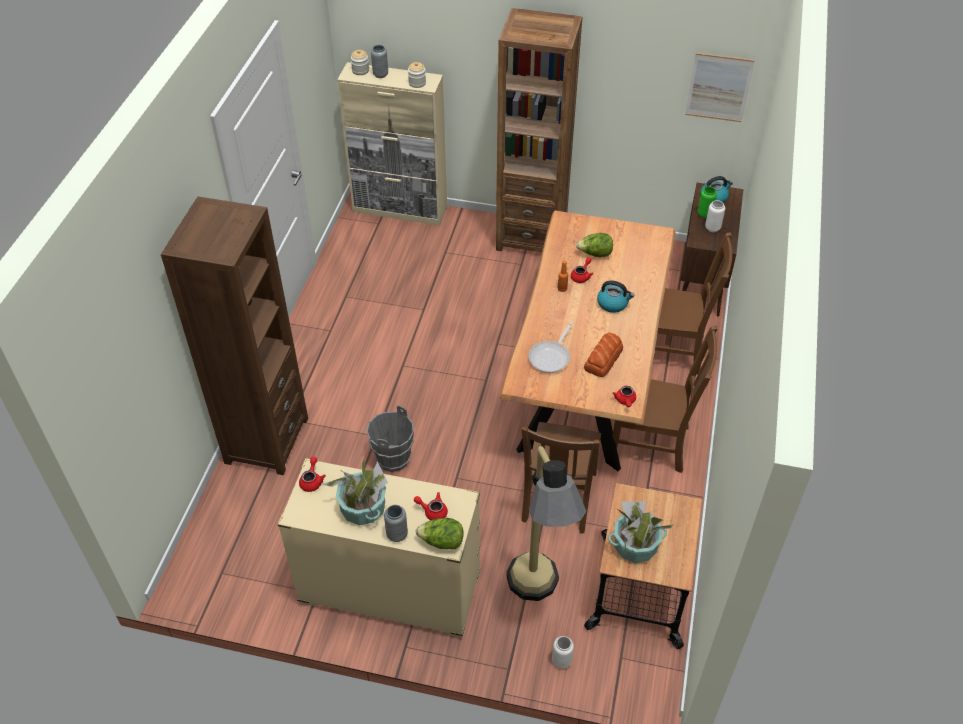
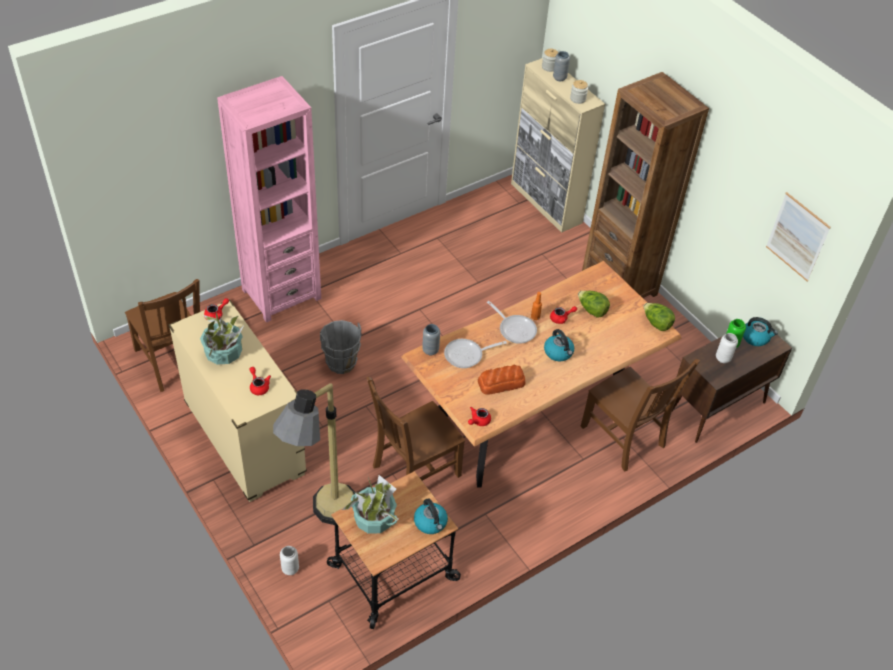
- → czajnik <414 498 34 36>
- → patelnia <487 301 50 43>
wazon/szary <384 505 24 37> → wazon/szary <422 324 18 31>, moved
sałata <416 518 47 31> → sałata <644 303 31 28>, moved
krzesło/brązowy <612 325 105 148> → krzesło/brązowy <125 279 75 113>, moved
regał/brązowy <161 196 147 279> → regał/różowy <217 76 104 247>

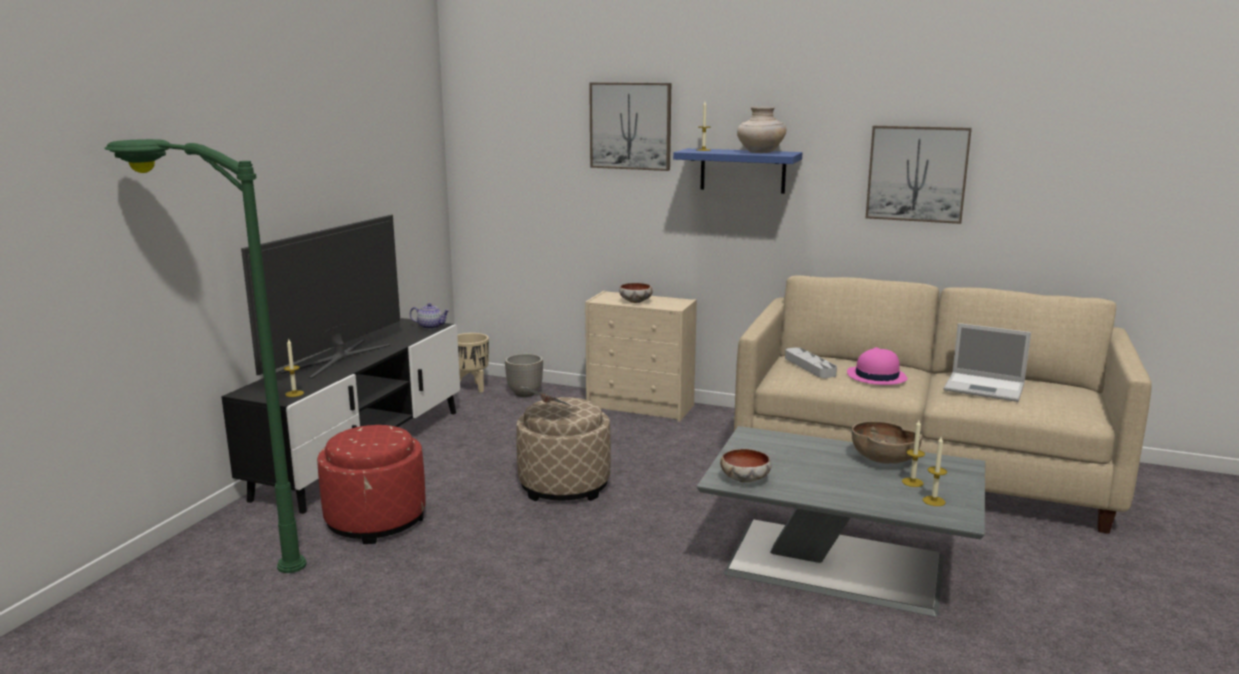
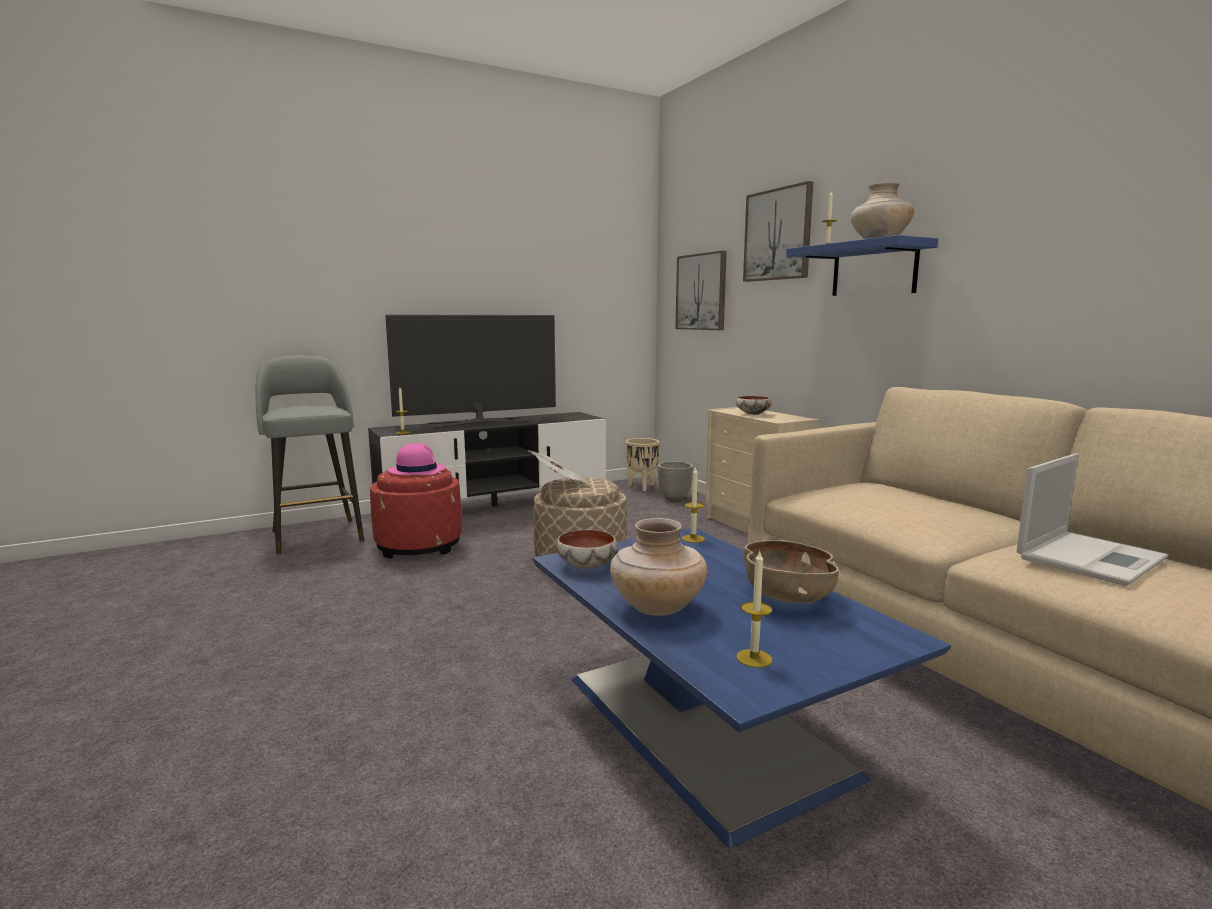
imbryk <410 303 40 26> → -
taca/szary <785 347 52 31> → -
- → wazon/beżowy <610 518 97 98>
kapelusz/różowy <847 347 61 38> → kapelusz/różowy <388 443 57 32>, moved
obraz <866 126 106 98> → obraz <675 251 52 79>, moved
świeca <902 420 23 67> → świeca <682 467 23 76>, moved
lampa stojąca/zielony <104 139 202 434> → stołek/szary <255 355 109 200>
ława/szary <697 426 288 191> → ława/niebieski <533 528 418 320>
laptop <944 323 87 79> → laptop <1016 453 152 133>, 105 degrees counterclockwise

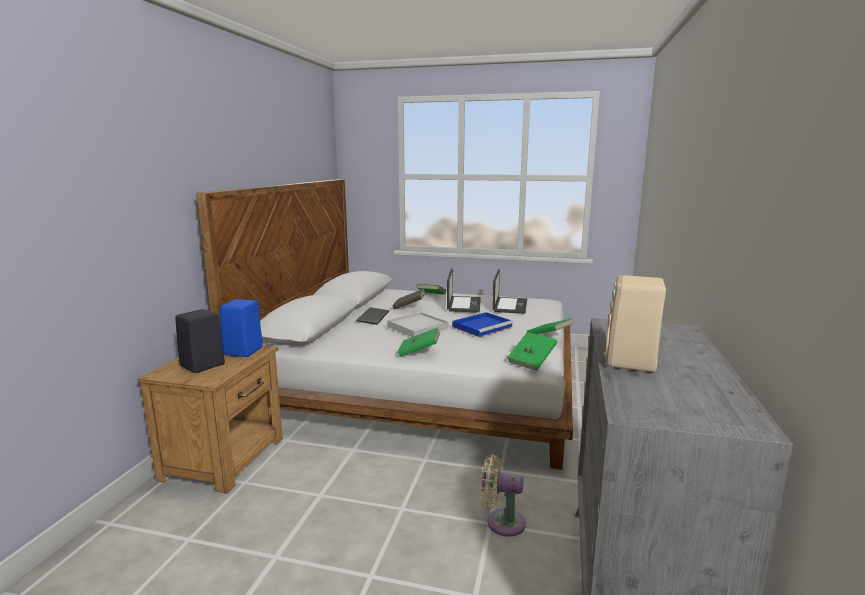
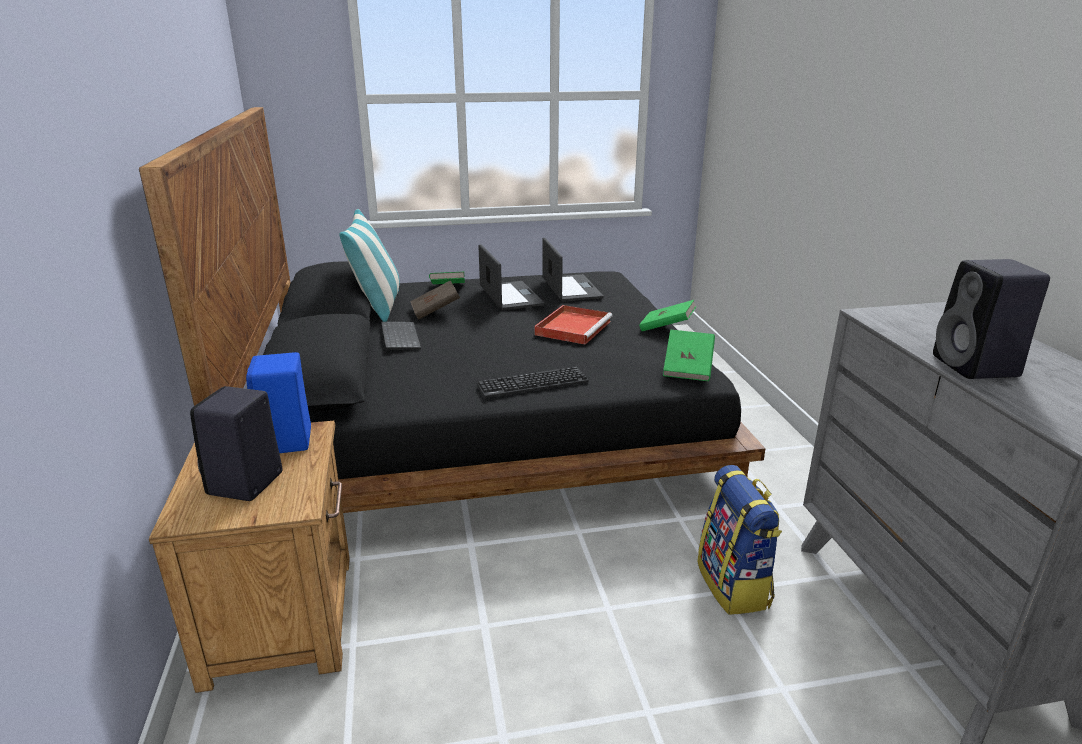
taca/biały <387 312 62 25> → -
- → poduszka <339 209 61 113>
książka/zielony <398 327 42 30> → klawiatura <477 367 112 31>
wentylator/beżowy <481 454 45 83> → plecak <697 465 85 150>
łóżko/biały <196 179 377 291> → łóżko/czarny <139 107 627 406>
taca/niebieski <452 312 62 25> → taca/czerwony <534 305 79 40>
głośnik/beżowy <605 275 61 97> → głośnik/czarny <933 259 117 120>

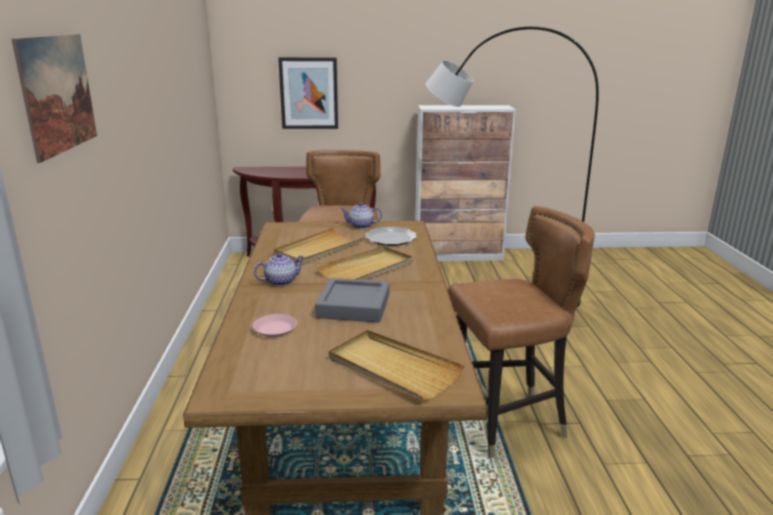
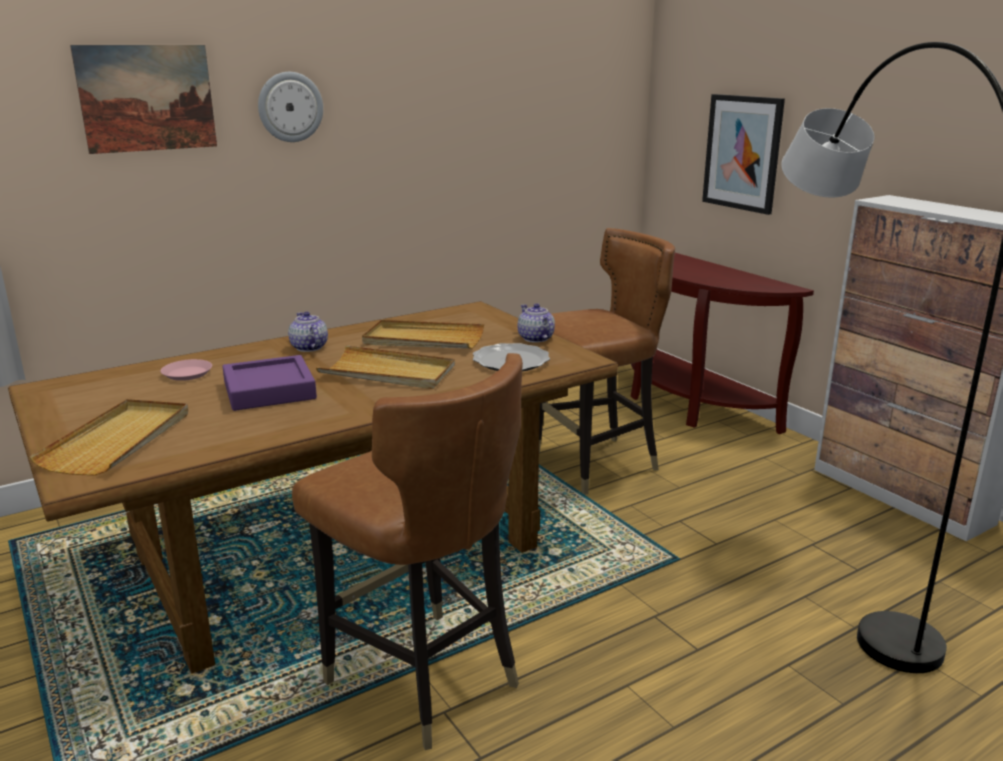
- → zegar ścienny <258 72 65 70>
taca/szary <315 278 75 45> → taca/fioletowy <222 355 95 56>
imbryk <254 253 51 33> → imbryk <288 311 40 41>, 150 degrees counterclockwise

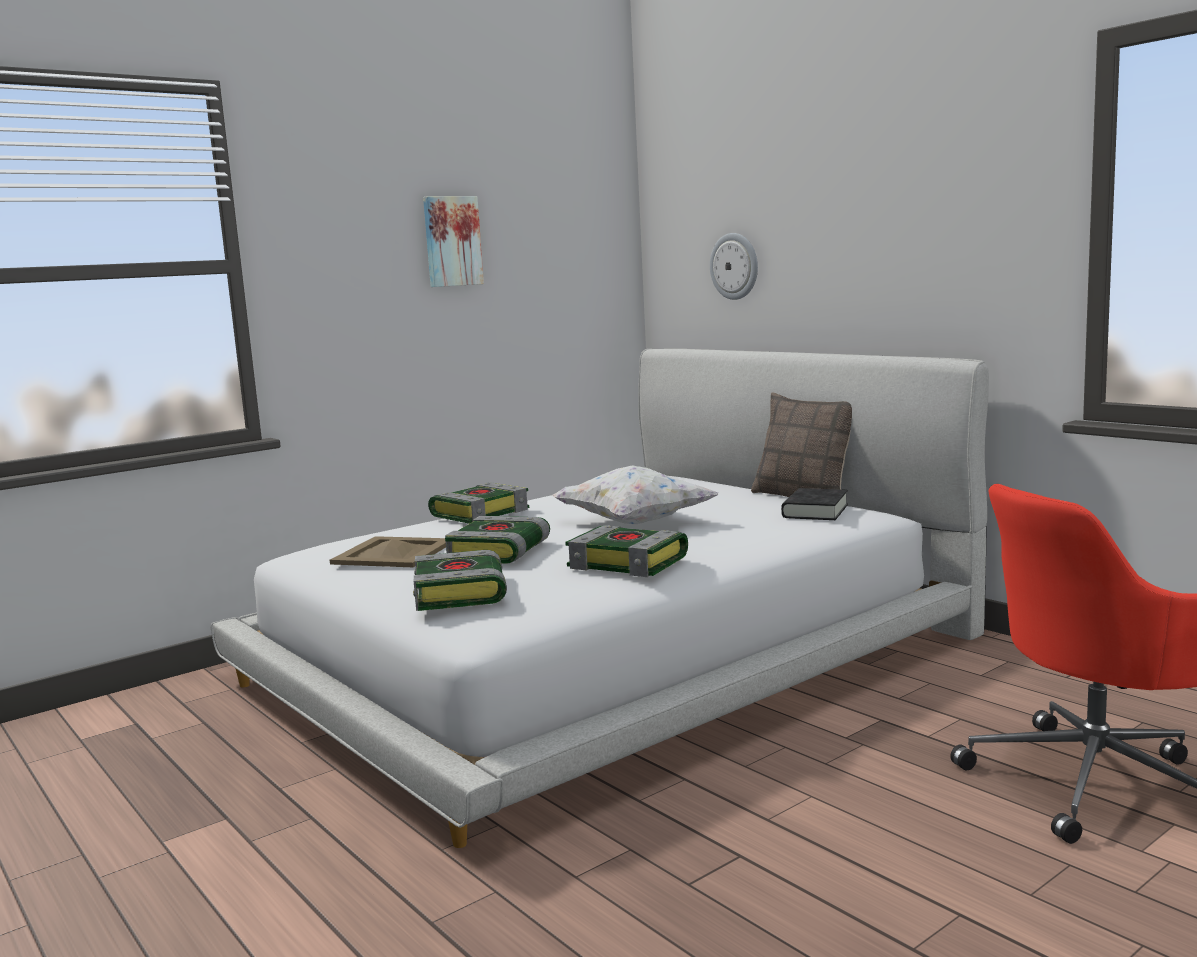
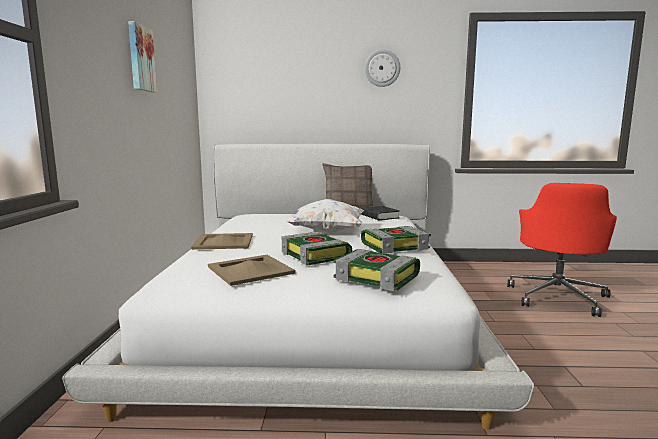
zegar ścienny <710 233 48 67> → zegar ścienny <365 49 35 38>, moved
książka <428 483 101 41> → taca/beżowy <191 233 62 17>

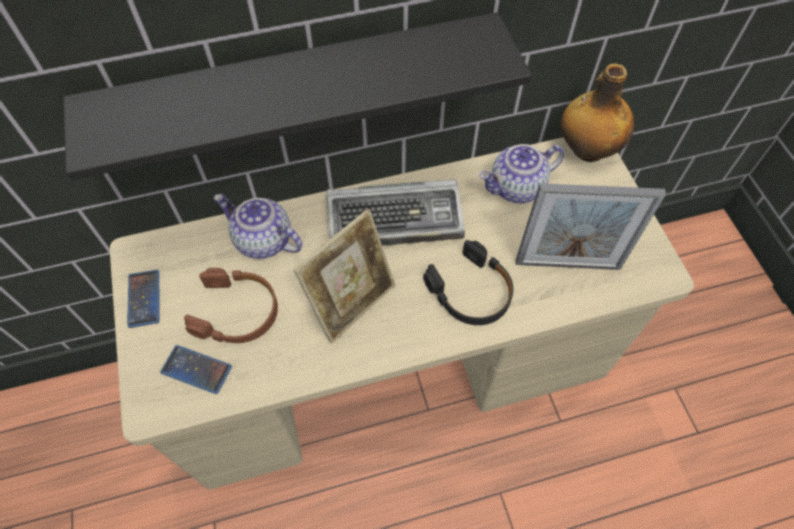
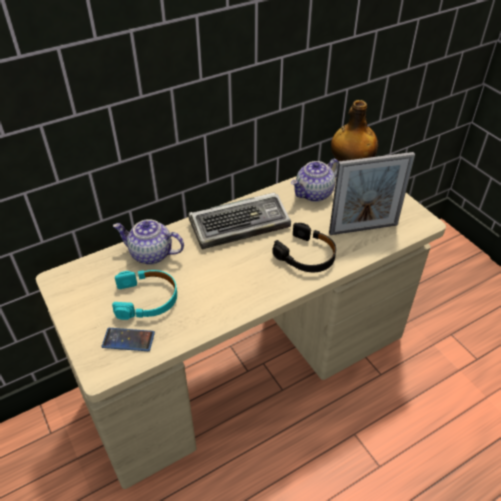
półka/czarny <63 12 469 168> → -
telefon <127 270 33 58> → -
ramka na zdjęcie <294 209 101 135> → -
słuchawki/brązowy <184 268 94 75> → słuchawki/turkusowy <112 270 65 50>

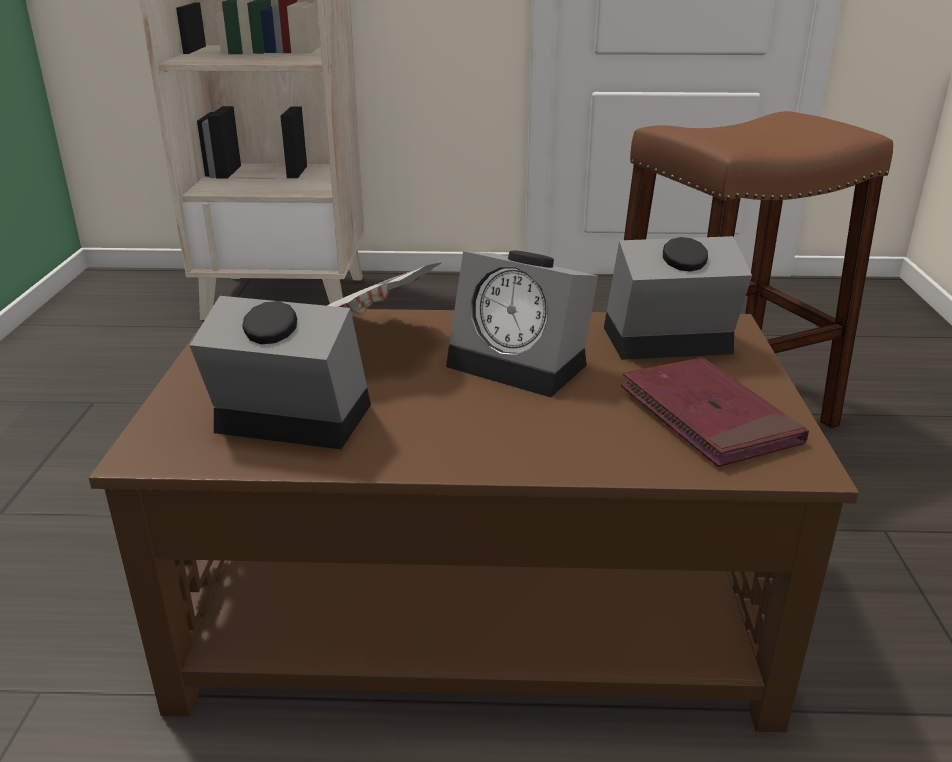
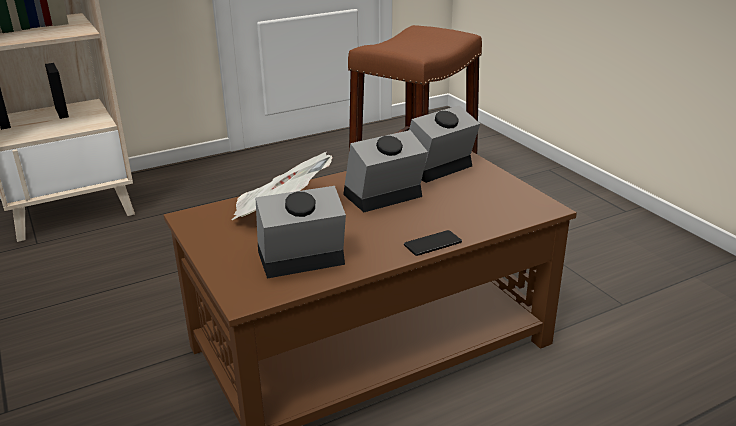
książka/czerwony <621 357 188 110> → -
- → telefon <404 230 58 26>
budzik <446 251 152 146> → budzik <343 130 85 82>, 150 degrees clockwise

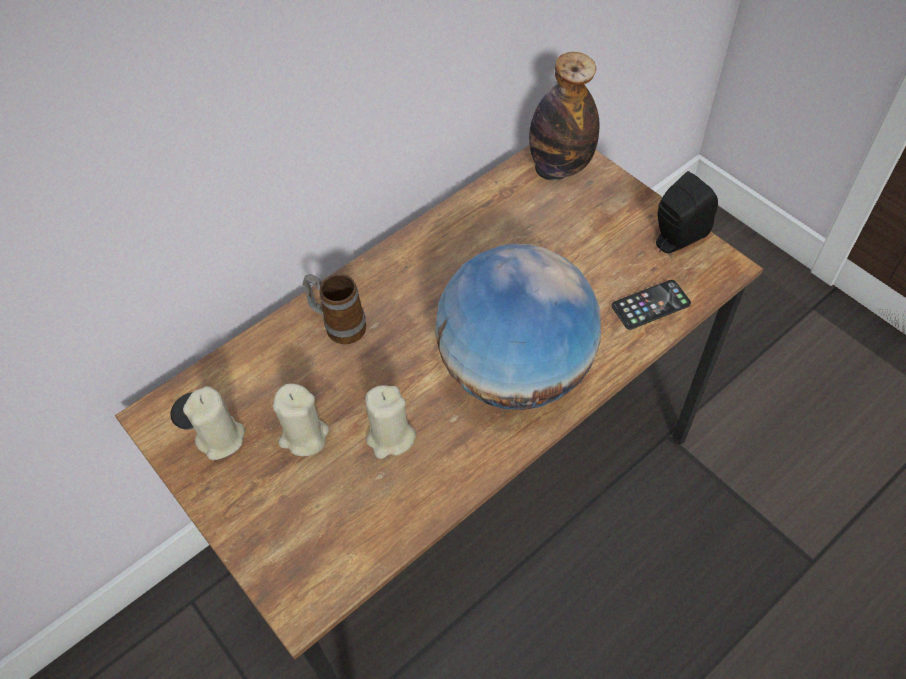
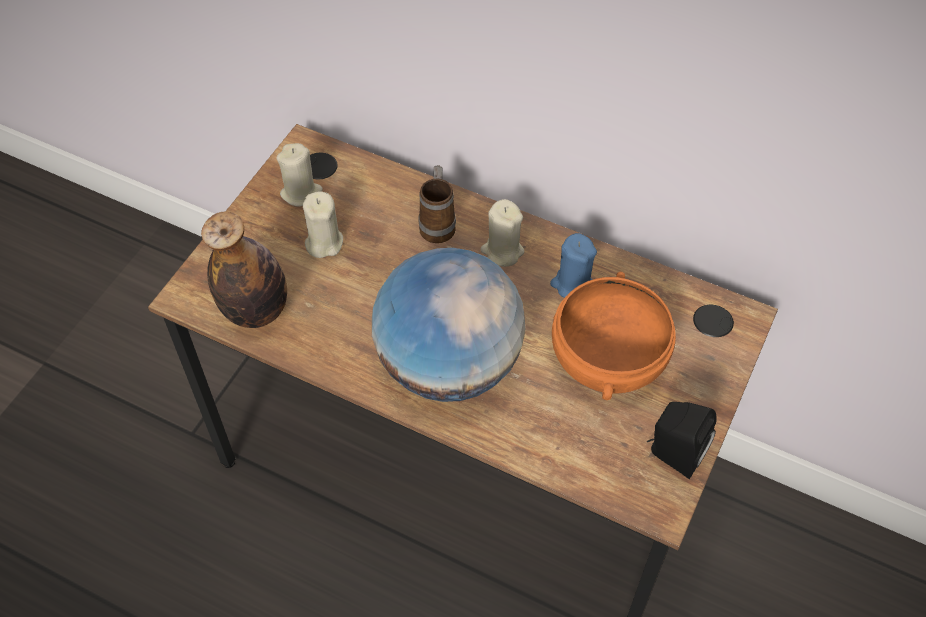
telefon <612 280 79 50> → -
- → świeca/niebieski <550 233 47 65>
- → miska/pomarańczowy <552 272 124 128>
świeca/beżowy <365 385 51 74> → świeca/beżowy <480 199 45 68>, moved
butelka <529 52 71 126> → butelka <201 211 86 117>, moved

